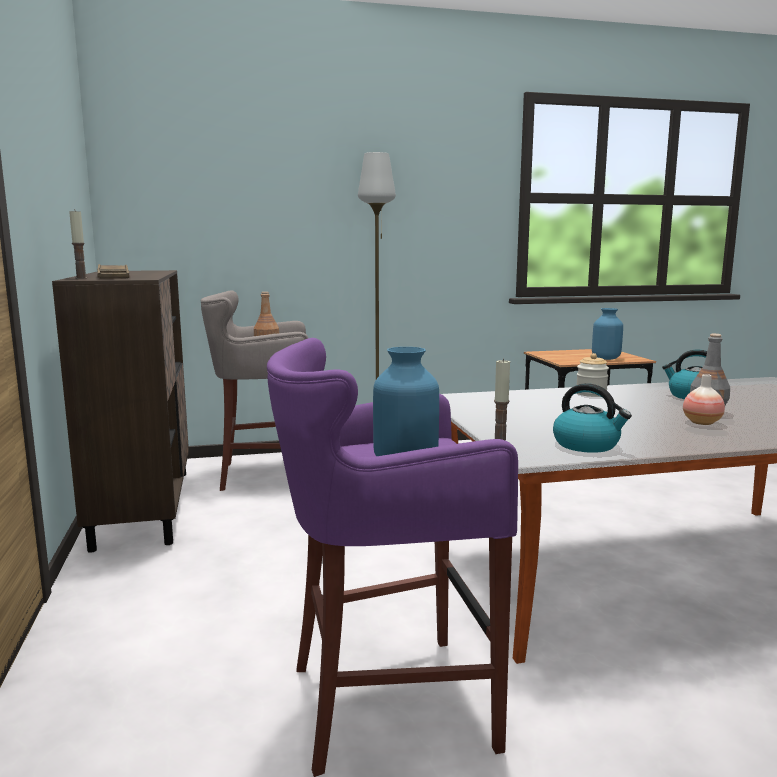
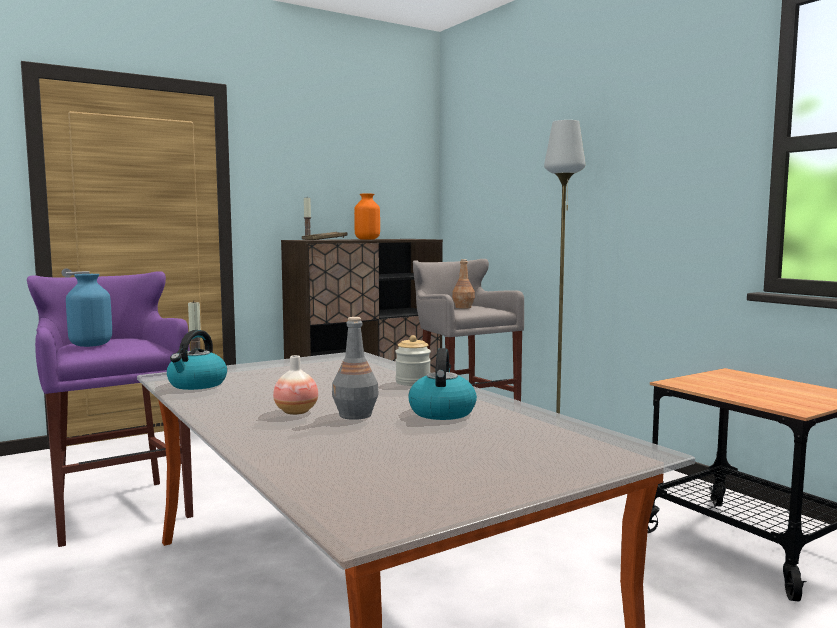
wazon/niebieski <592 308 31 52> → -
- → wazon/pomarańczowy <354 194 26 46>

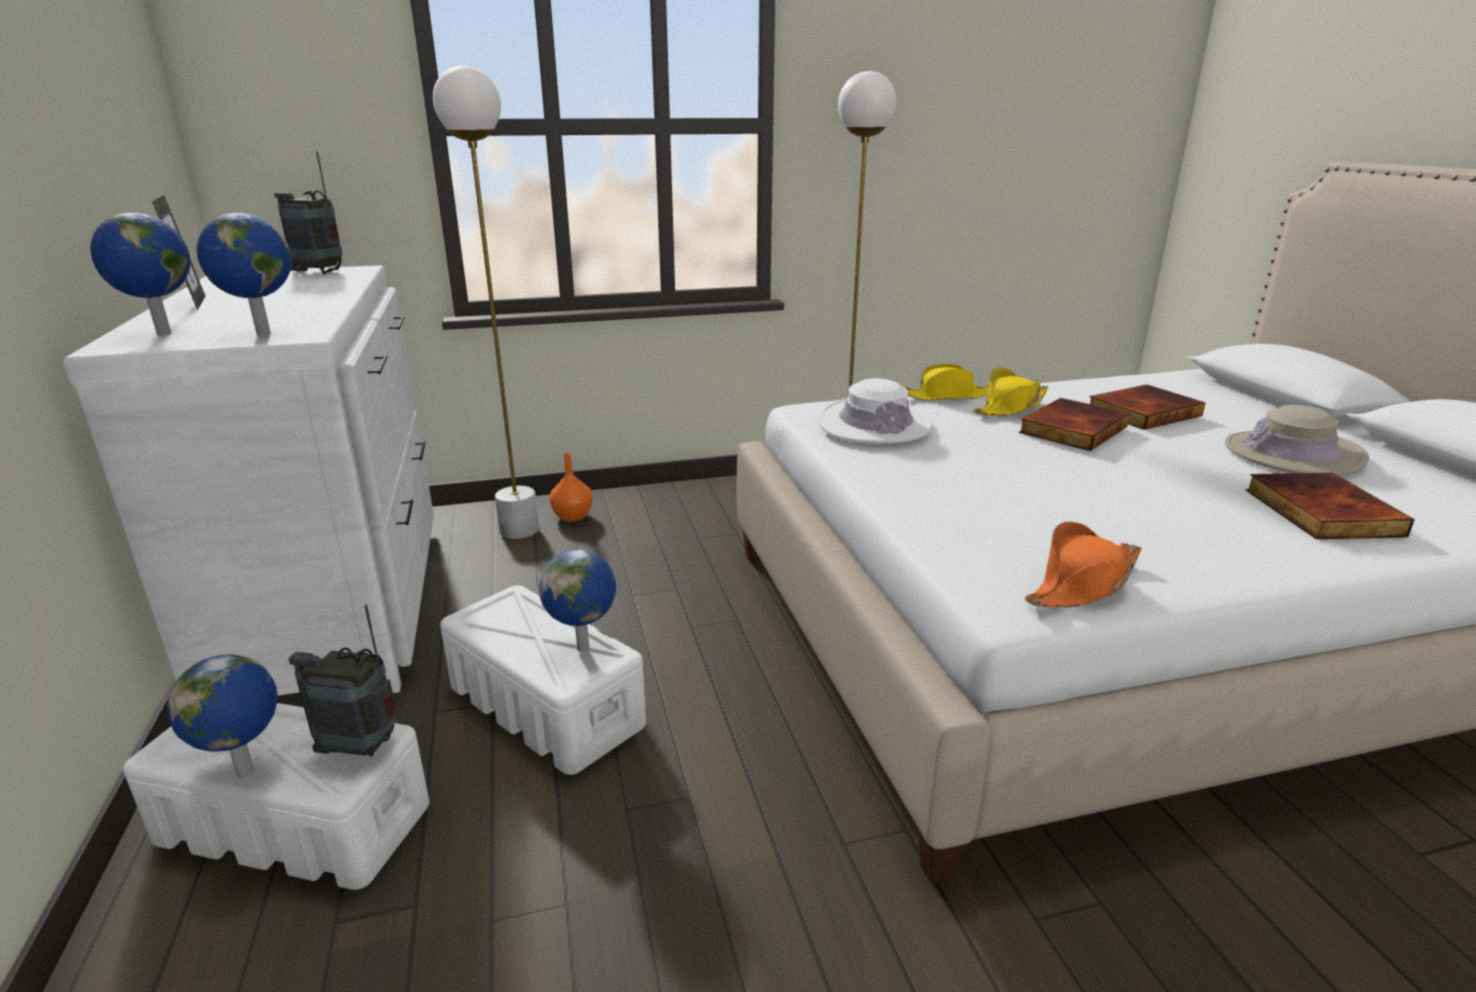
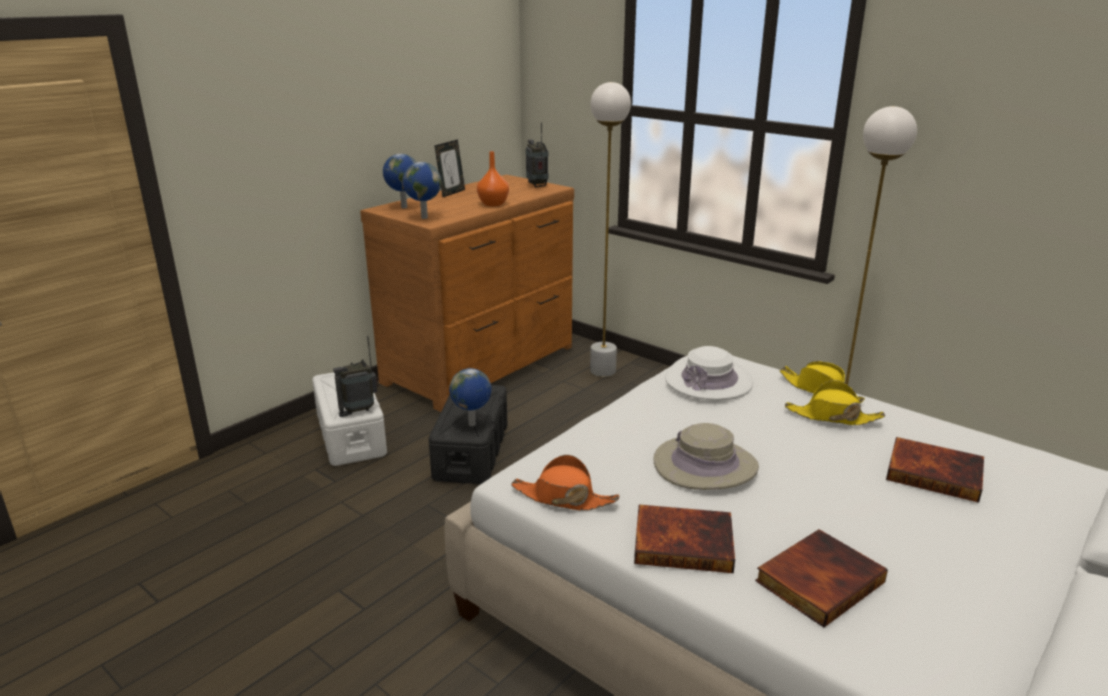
globus <167 654 110 124> → -
wazon/pomarańczowy <550 452 43 70> → wazon/pomarańczowy <477 151 32 55>, moved
książka <1019 398 111 53> → książka <634 505 101 68>, moved
kapelusz/beżowy <1225 405 144 72> → kapelusz/beżowy <654 423 105 67>, moved
komoda/biały <63 265 371 431> → komoda/brązowy <360 175 214 237>
pojemnik do przechowywania/biały <440 585 206 190> → pojemnik do przechowywania/czarny <429 385 78 99>
radio <288 605 109 152> → radio <333 336 45 81>, 90 degrees counterclockwise

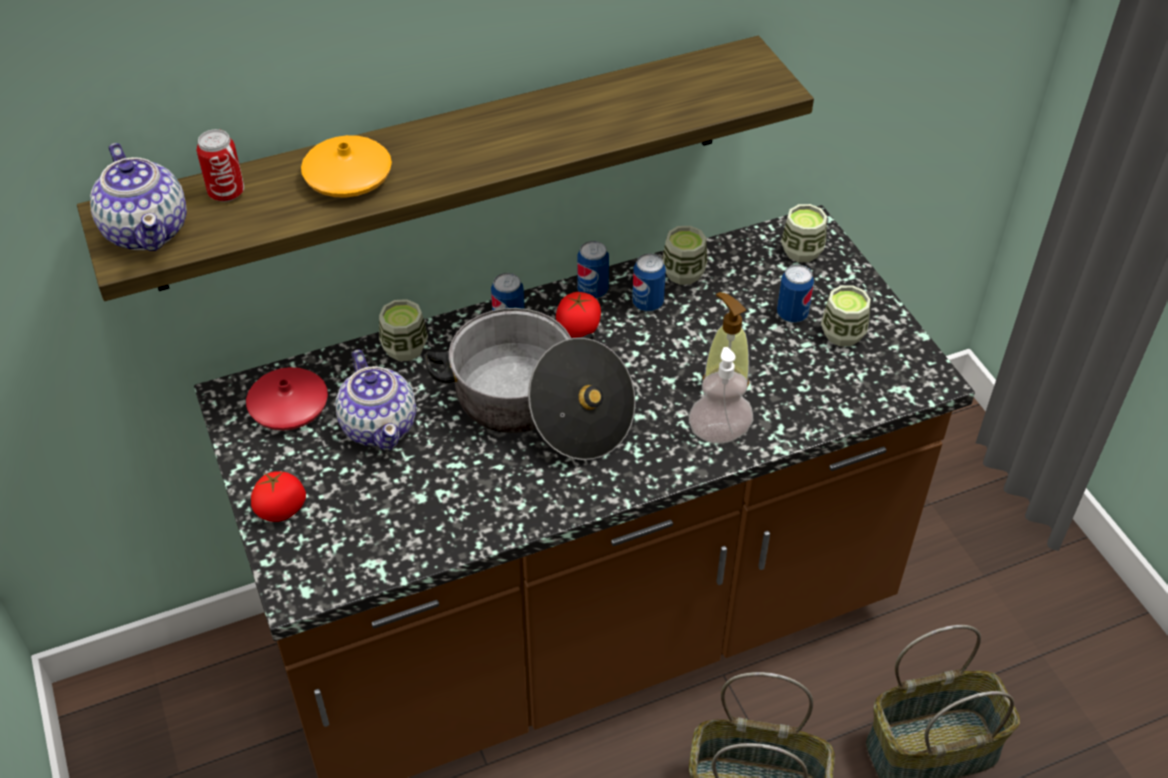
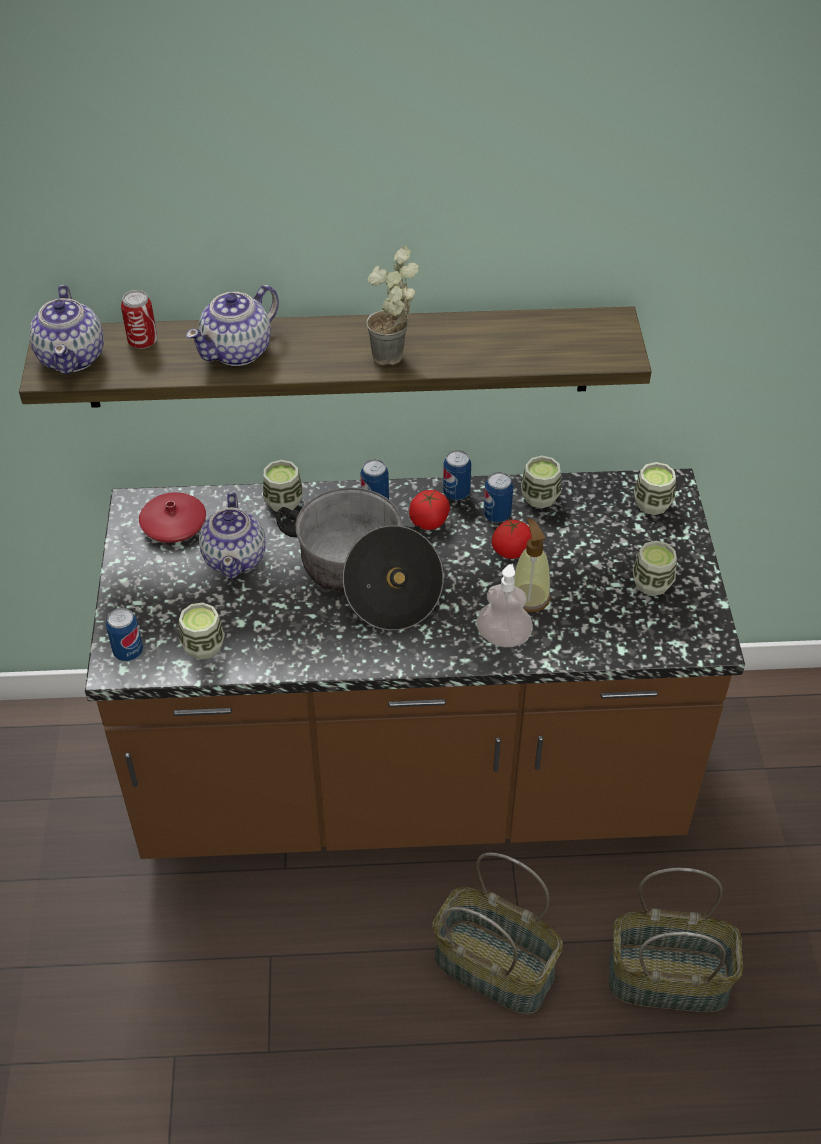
- → filiżanka <179 603 46 57>
- → roślina doniczkowa <366 246 53 119>
pomidor <251 471 55 51> → pomidor <492 518 40 41>, moved
puszka <777 264 37 59> → puszka <106 608 37 53>, moved
wazon/pomarańczowy <301 135 91 63> → imbryk <186 285 93 81>

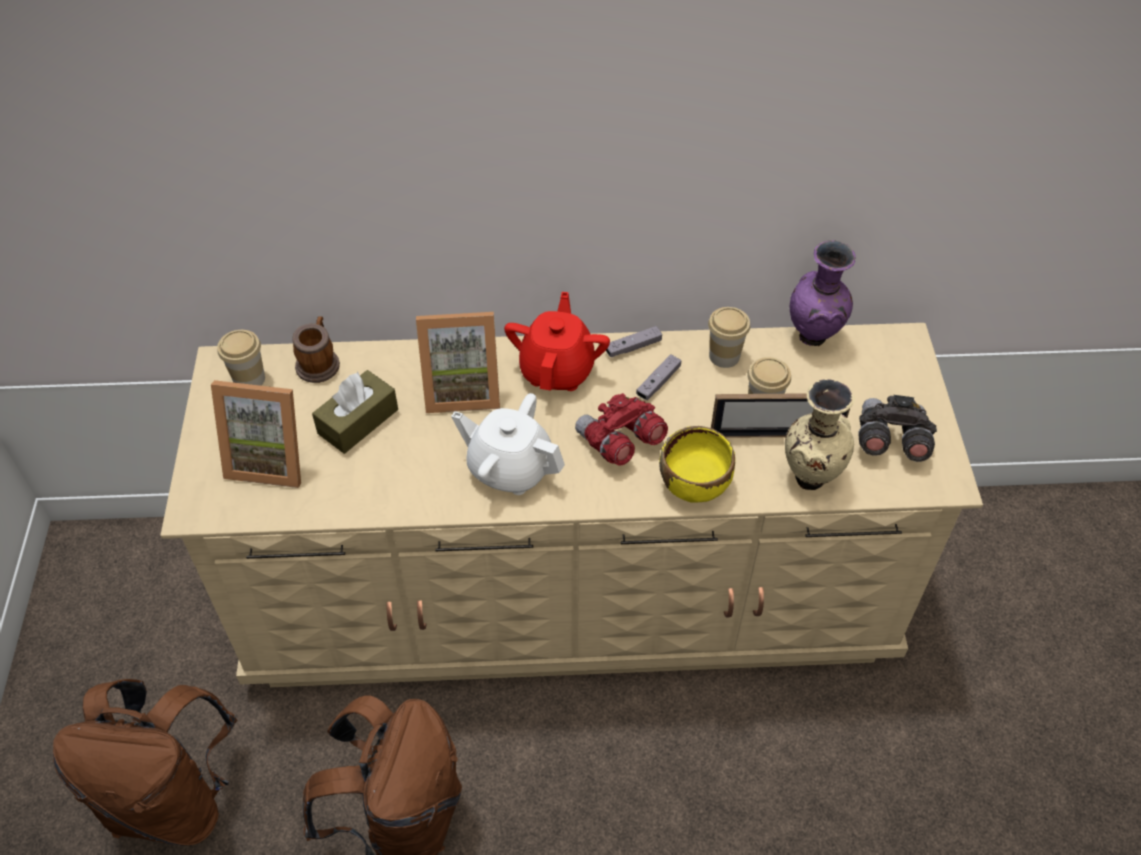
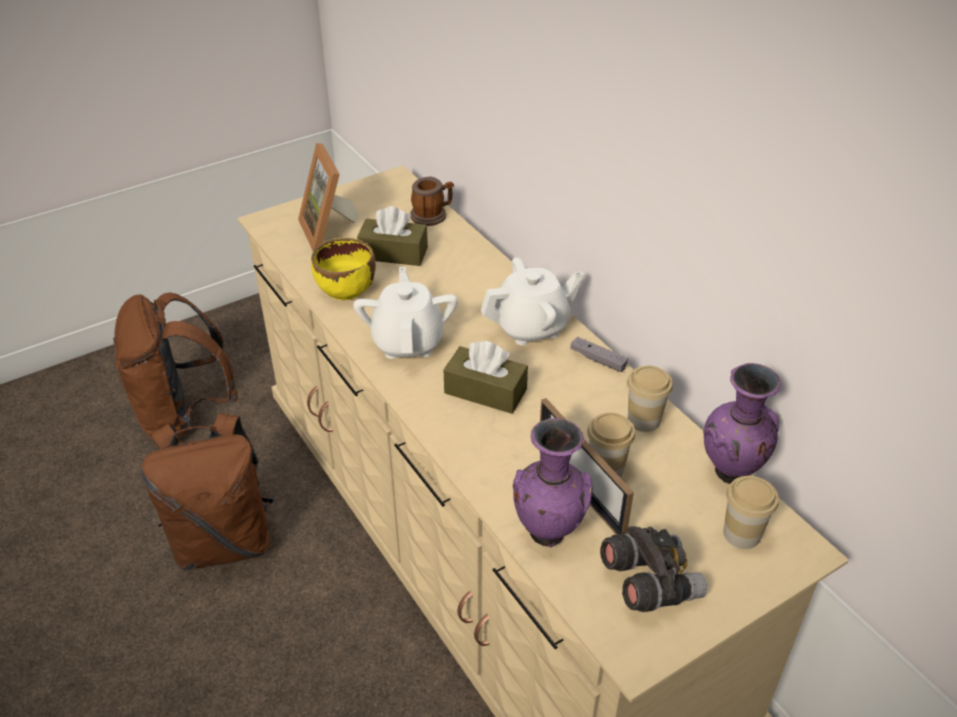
ramka na zdjęcie <416 312 84 101> → -
pad do gier/szary <636 354 45 46> → -
filiżanka <217 330 48 56> → filiżanka <723 476 56 73>, moved
miska/żółty <659 426 76 77> → miska/żółty <311 238 65 62>, moved
lornetka/czerwony <575 393 93 73> → pudełko chusteczek/brązowy <444 341 84 73>
imbryk/czerwony <504 292 106 99> → imbryk/biały <481 257 103 88>
wazon/beżowy <785 379 70 111> → wazon/fioletowy <513 418 80 130>

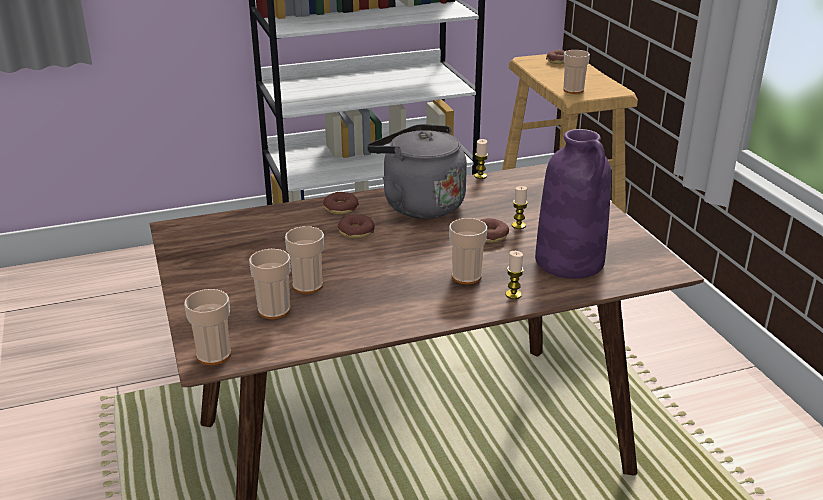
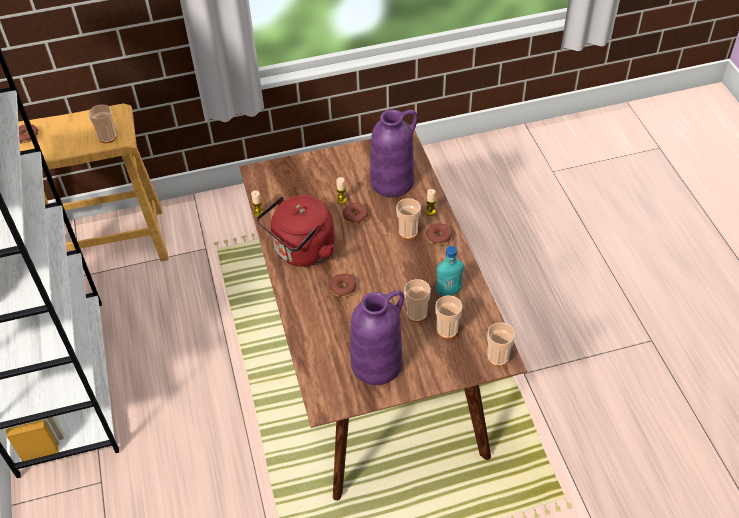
- → wazon/fioletowy <350 290 54 95>
- → butelka/turkusowy <436 246 28 50>
donut <323 192 36 23> → donut <426 223 26 22>, moved
czajnik/szary <367 124 100 94> → czajnik/czerwony <257 195 78 72>

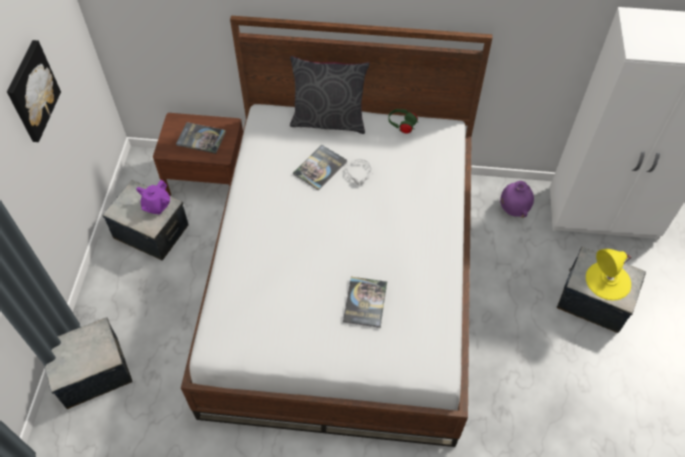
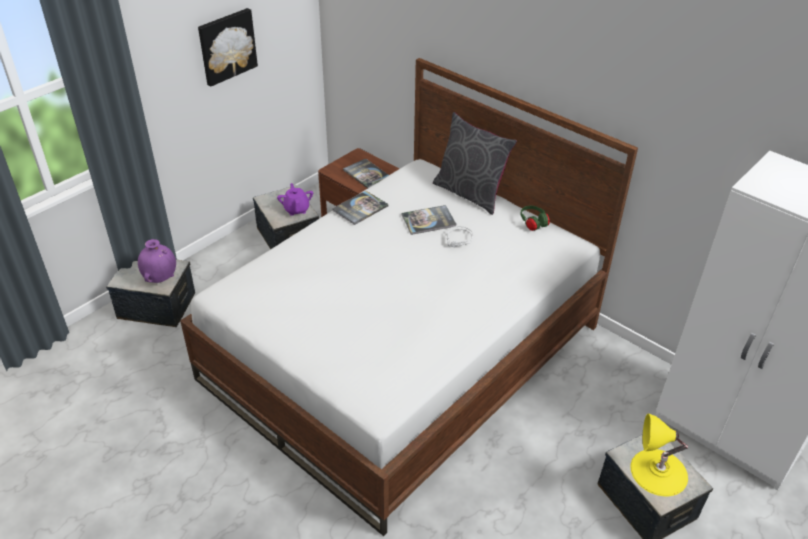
książka <343 277 44 51> → książka <332 191 56 34>, moved
wazon/fioletowy <500 181 34 37> → wazon/fioletowy <138 239 38 44>, moved
imbryk/fioletowy <136 180 34 34> → imbryk/fioletowy <277 183 36 33>, 105 degrees clockwise

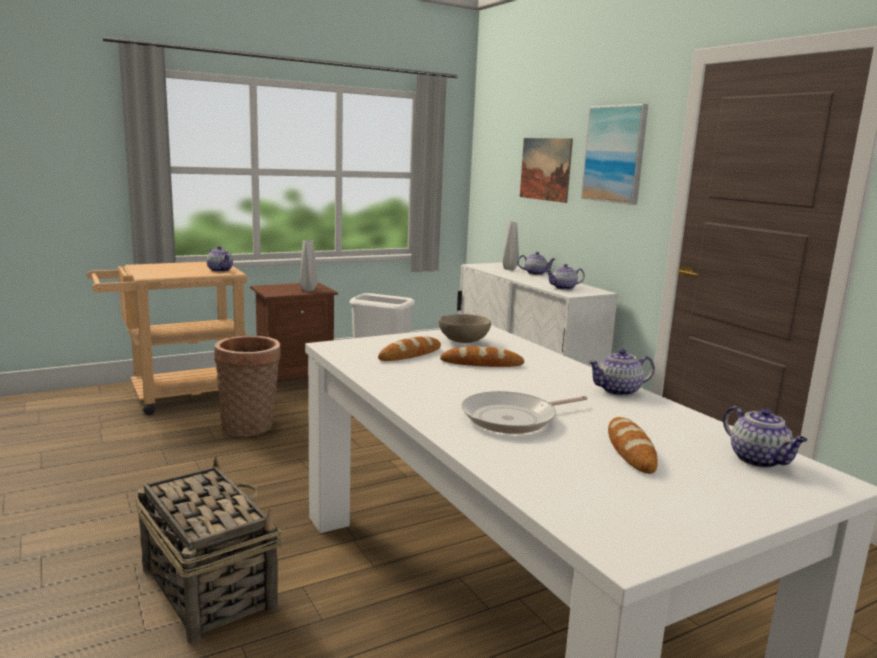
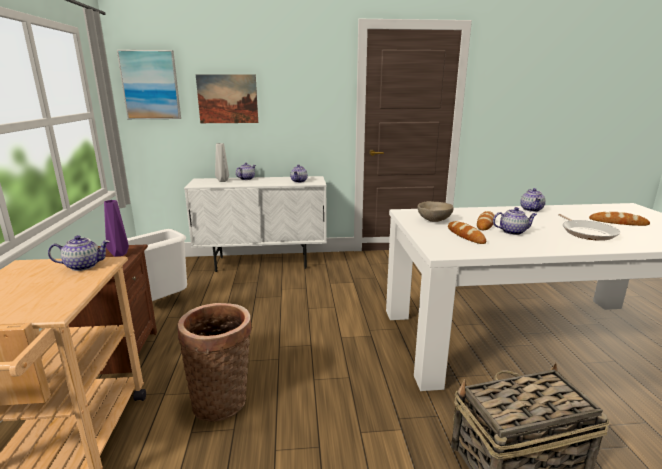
obraz <581 104 67 101> → obraz <117 50 64 69>, moved
imbryk <723 406 85 62> → imbryk <493 207 44 28>, moved
wazon/szary <300 240 18 51> → wazon/fioletowy <104 200 25 57>

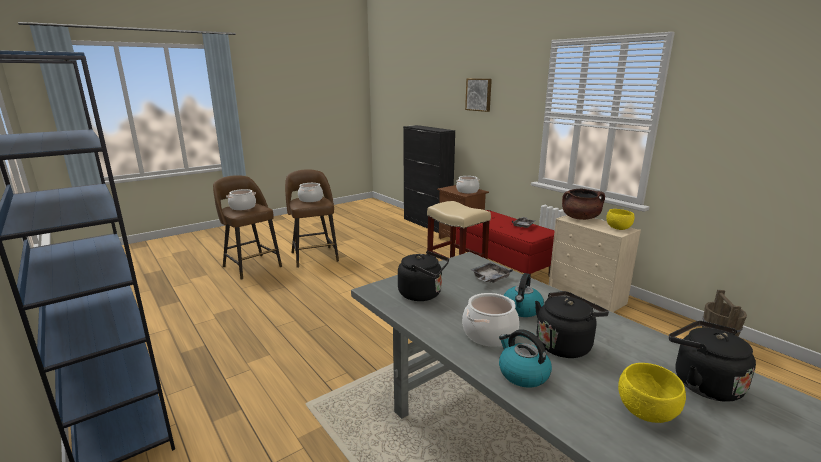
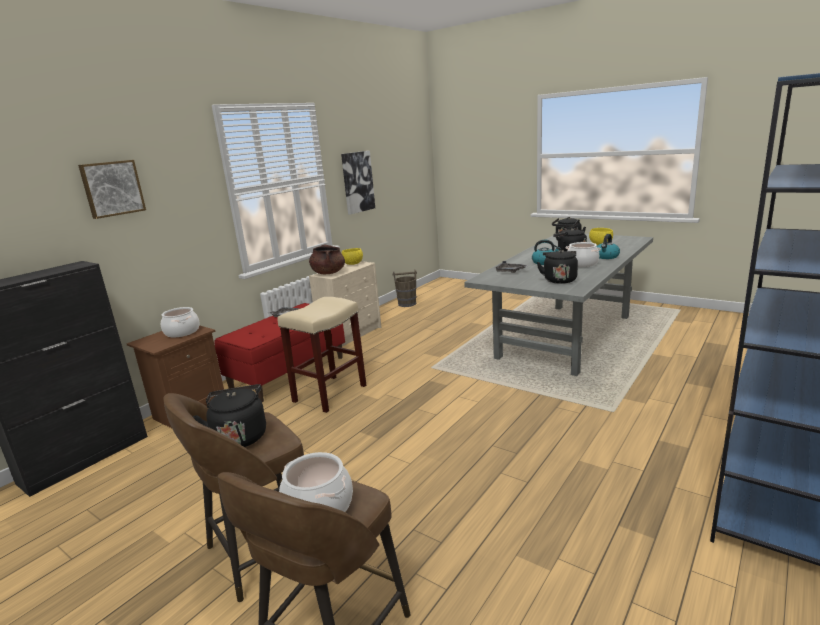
- → obraz <341 151 34 64>
garnek <298 183 25 19> → czajnik/czarny <193 384 73 63>

